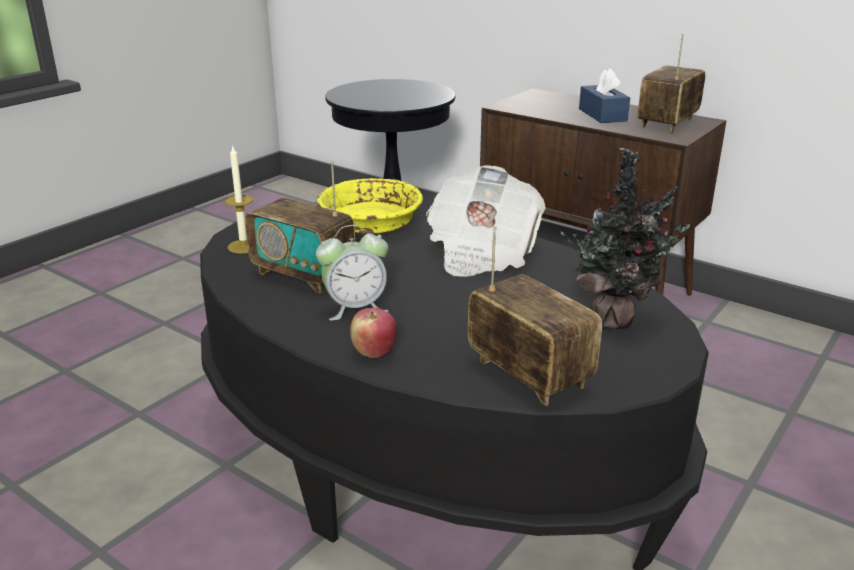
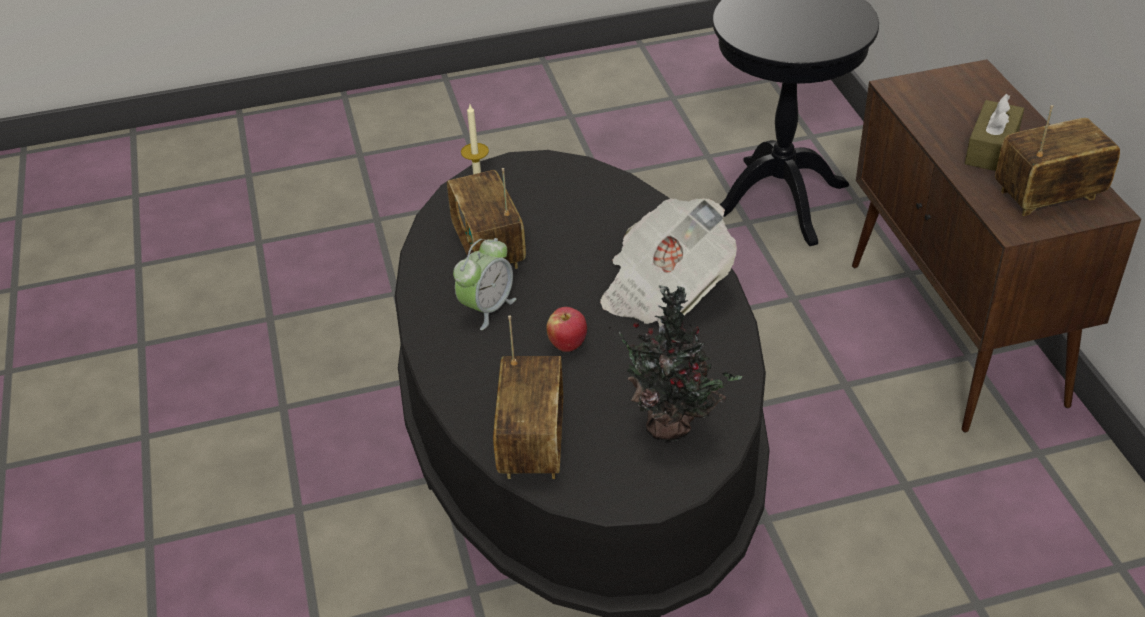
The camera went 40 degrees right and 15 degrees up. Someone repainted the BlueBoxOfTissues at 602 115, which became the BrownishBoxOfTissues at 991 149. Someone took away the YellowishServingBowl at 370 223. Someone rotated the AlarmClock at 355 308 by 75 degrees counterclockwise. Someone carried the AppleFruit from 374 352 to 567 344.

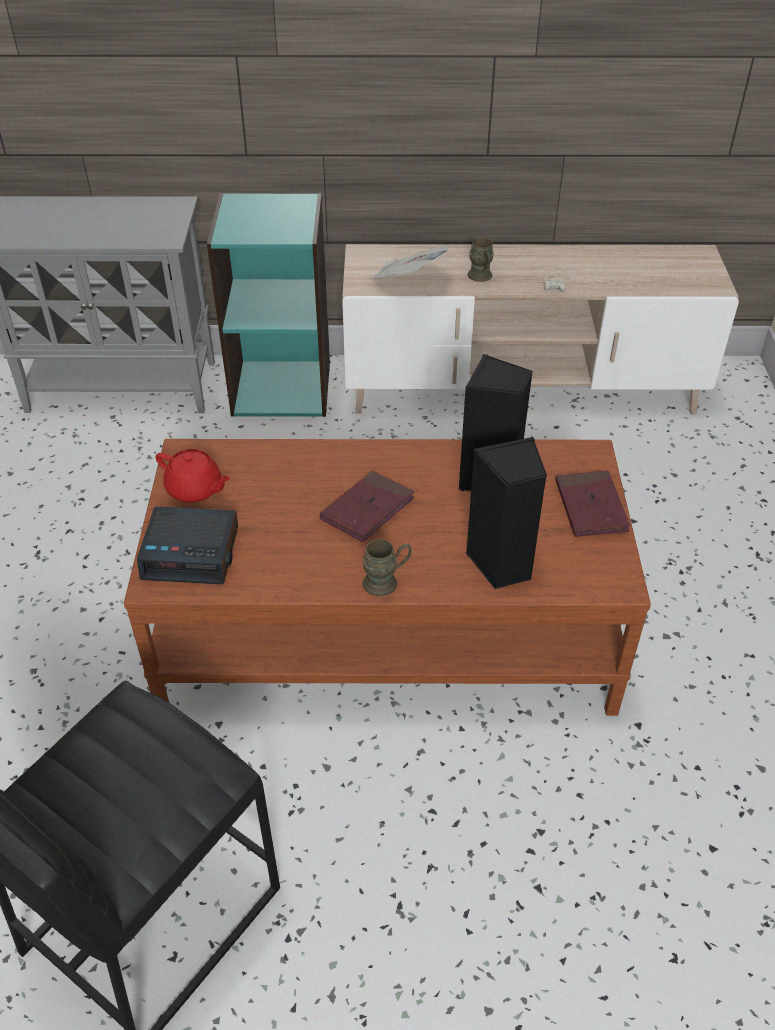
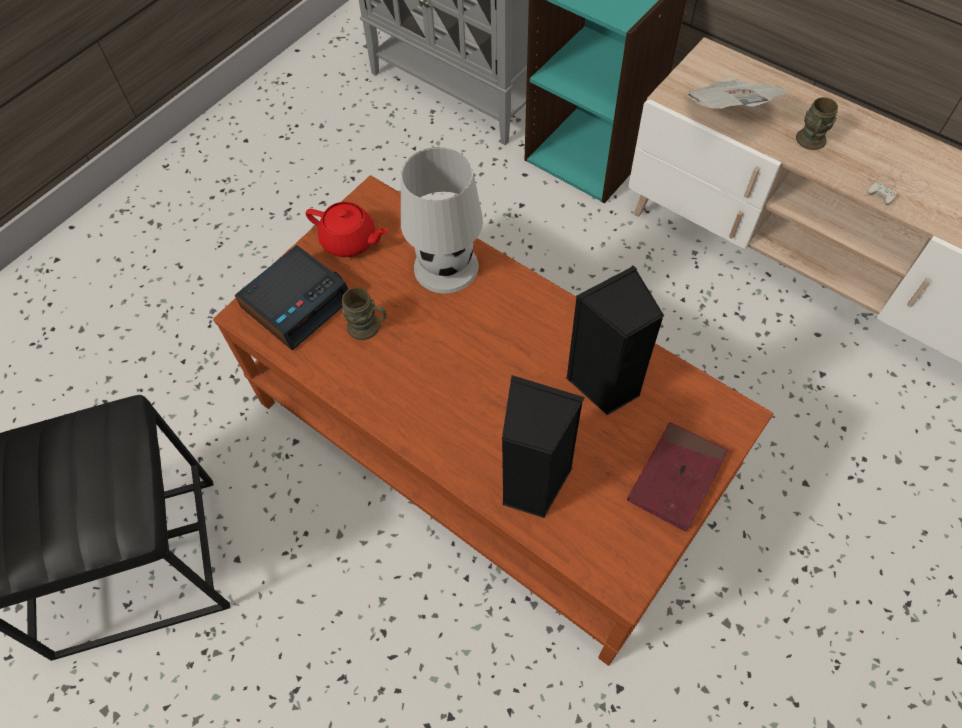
The camera went 40 degrees right and 15 degrees up. Someone rotated the RedPotForTea at 195 489 by 45 degrees counterclockwise. Someone took away the RedBoundBook at 367 509. Someone rotated the AlarmClock at 192 552 by 90 degrees counterclockwise. Someone carried the BrownishCoffeeMug from 386 582 to 369 328. Someone put down the WhitishTableLamp at 446 266.

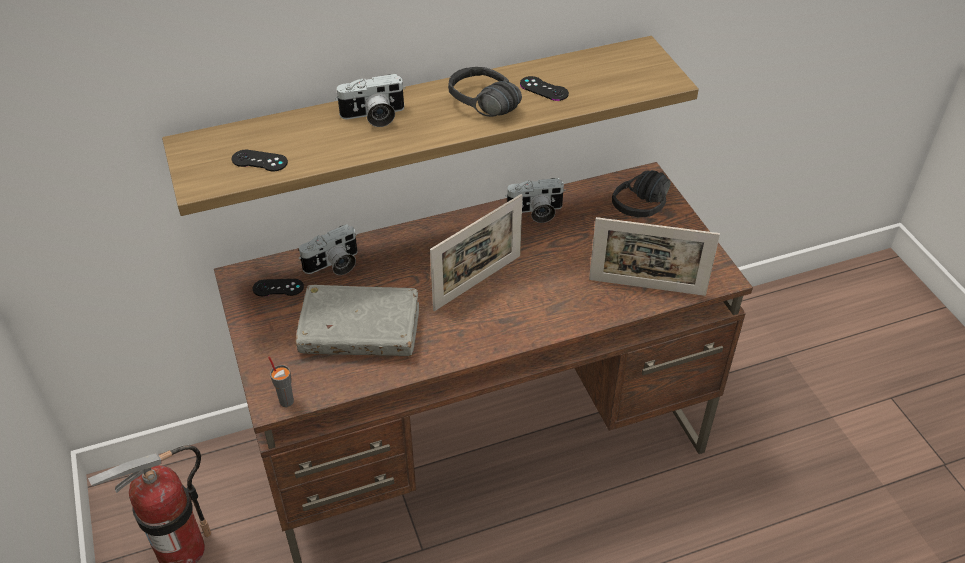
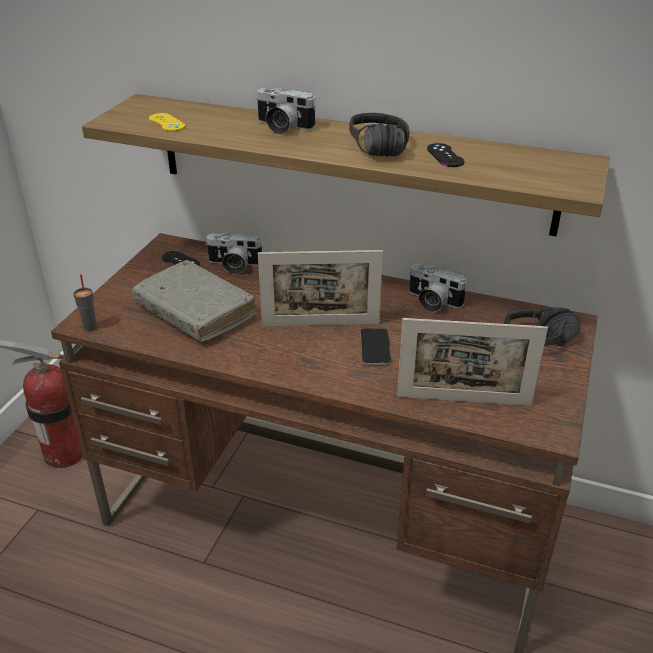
The camera went 40 degrees right and 10 degrees down. Someone repainted the BlackGameController at 259 161, which became the YellowishGameController at 166 122. Someone rotated the PictureFrame at 646 287 by 45 degrees counterclockwise. Someone put down the Phone at 375 347.

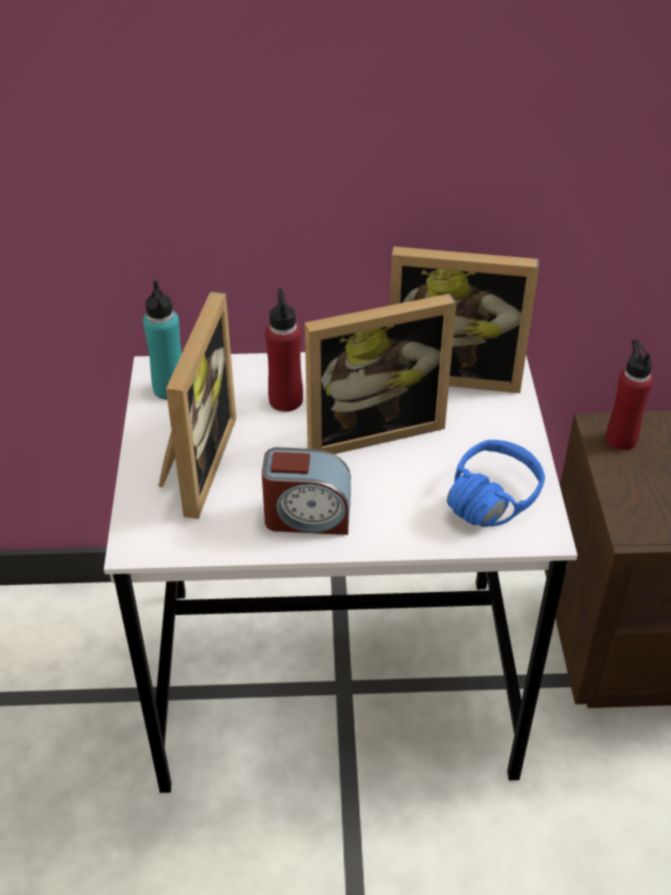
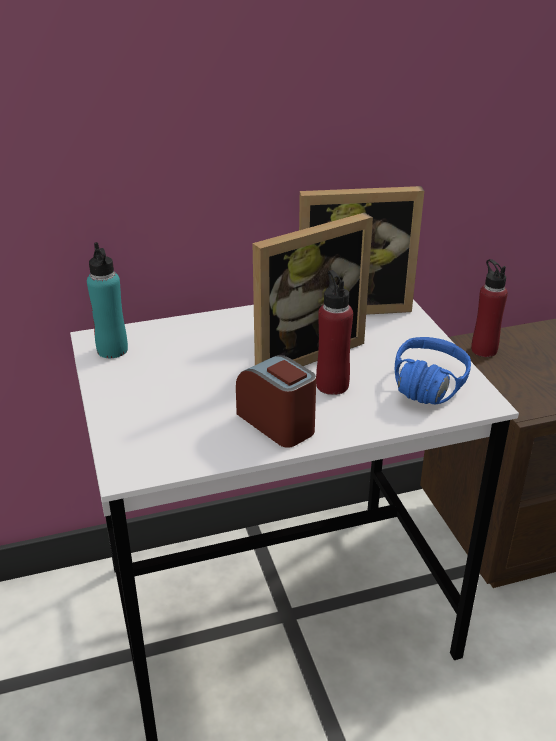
The camera went 15 degrees left and 10 degrees down. Someone carried the RedDrinkBottle from 286 400 to 332 385. Someone took away the PictureFrame at 194 463. Someone rotated the AlarmClock at 307 516 by 120 degrees counterclockwise.

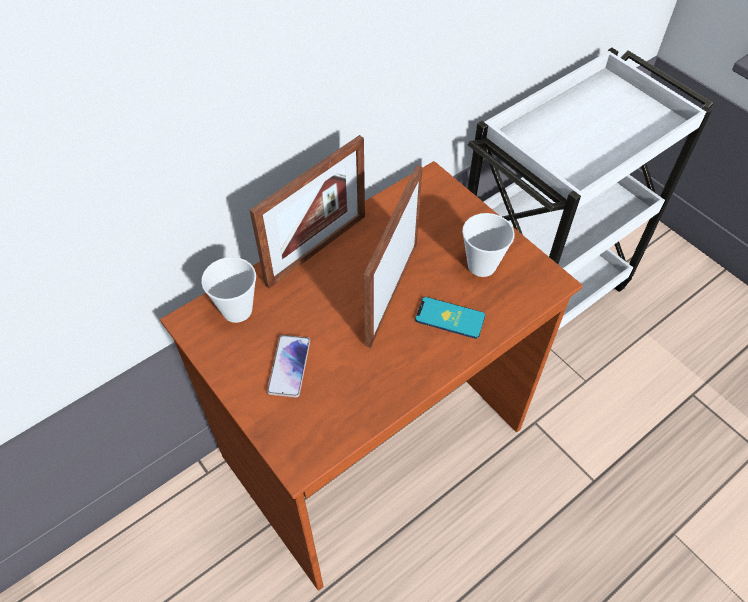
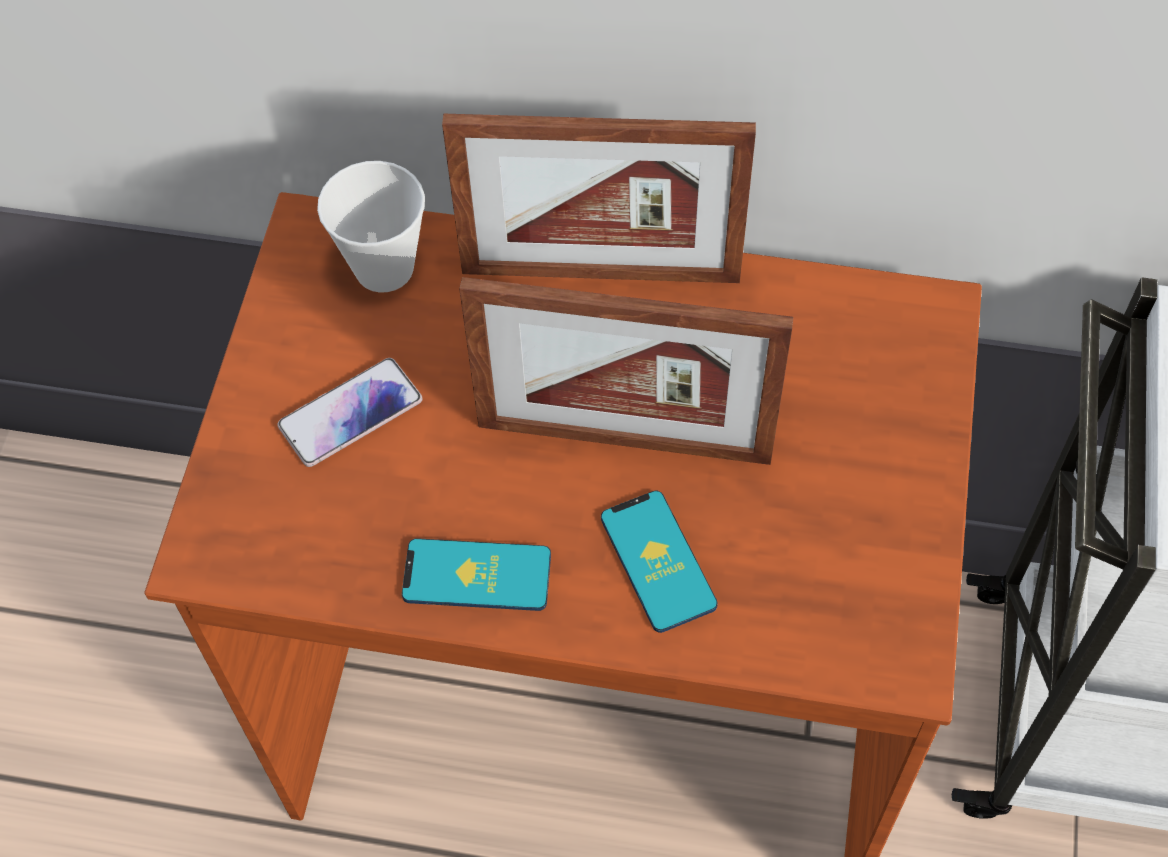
The camera went 50 degrees right and 5 degrees up. Someone rotated the PictureFrame at 392 292 by 150 degrees counterclockwise. Someone took away the Cup at 481 265. Someone put down the Phone at 477 575.

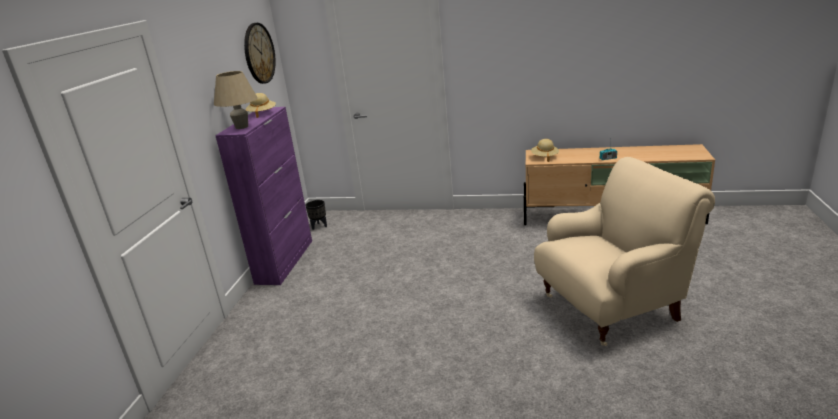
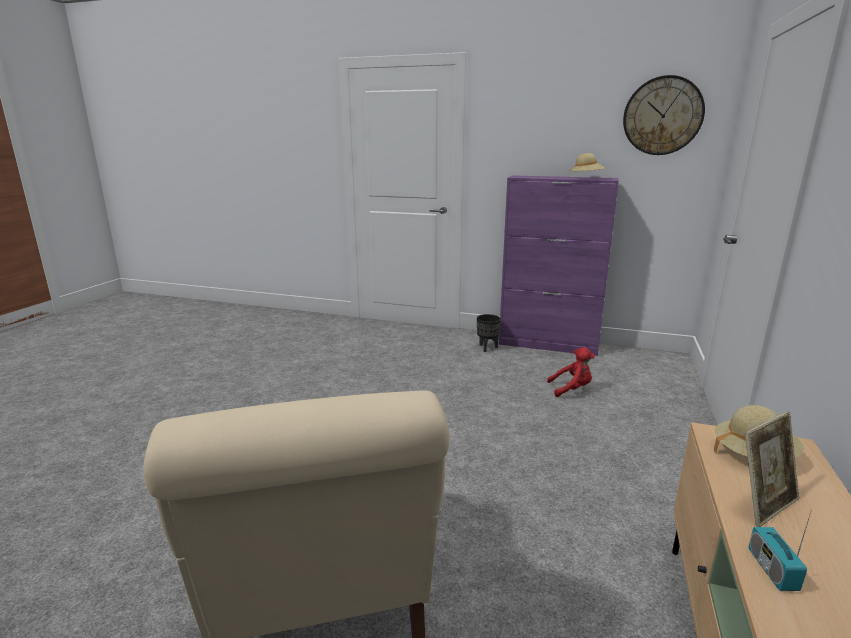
The camera went 95 degrees right and 5 degrees down. Someone took away the BeigeTableLamp at 242 127. Someone carried the BlackPlanter from 319 226 to 487 348. Someone put down the RedSoftToy at 571 389. Someone put down the PictureFrame at 763 504.

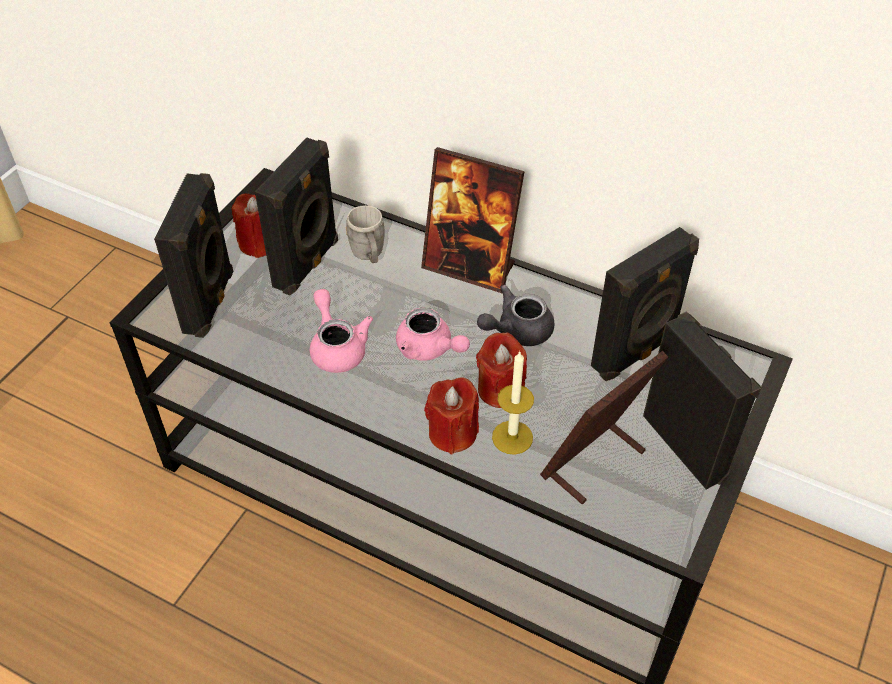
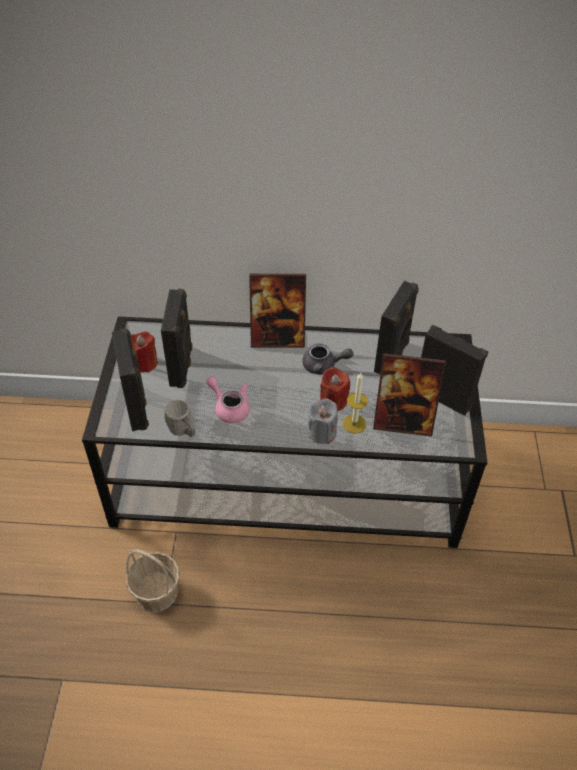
The camera went 25 degrees left and 0 degrees up. Someone carried the GreyCoffeeMug from 369 255 to 183 431. Someone rotated the GreyPotForTea at 517 331 by 120 degrees counterclockwise. Someone took away the PinkColouredPotForTea at 429 349. Someone rotated the PictureFrame at 594 462 by 105 degrees counterclockwise. Someone repainted the RedCandle at 452 433, which became the GreyCandle at 322 432. Someone put down the Basket at 156 591.

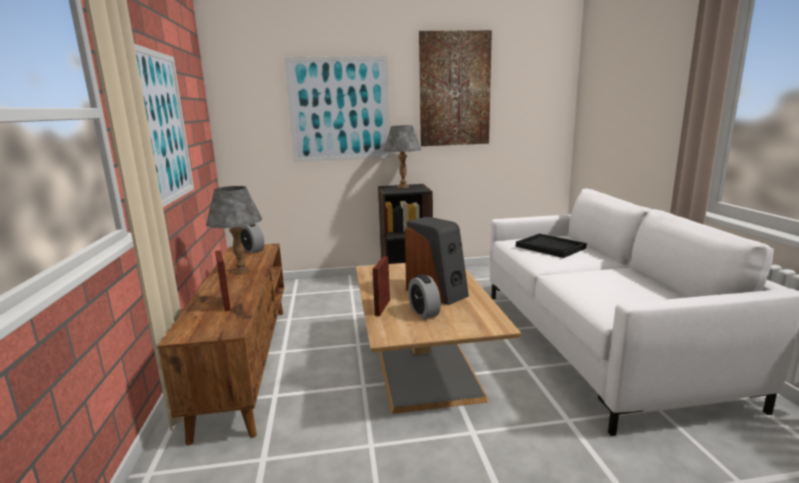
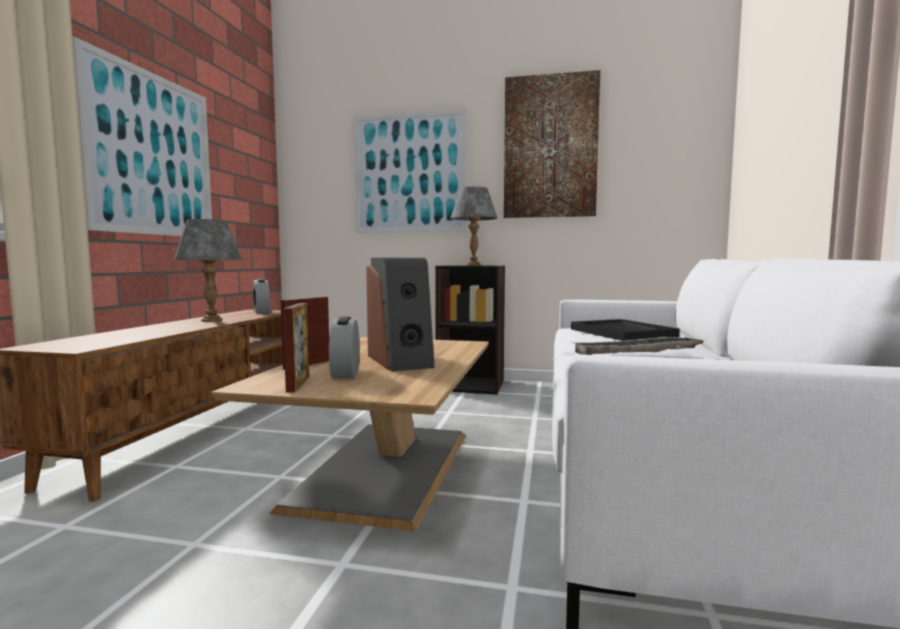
The camera went 20 degrees right and 10 degrees down. Someone carried the PictureFrame from 226 303 to 298 384. Someone put down the Tray at 637 352.

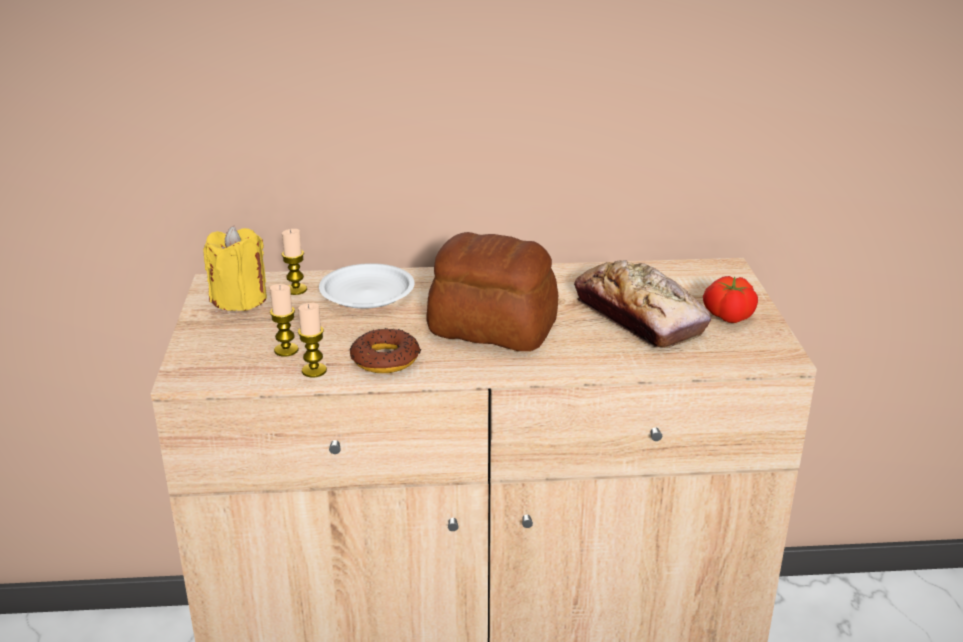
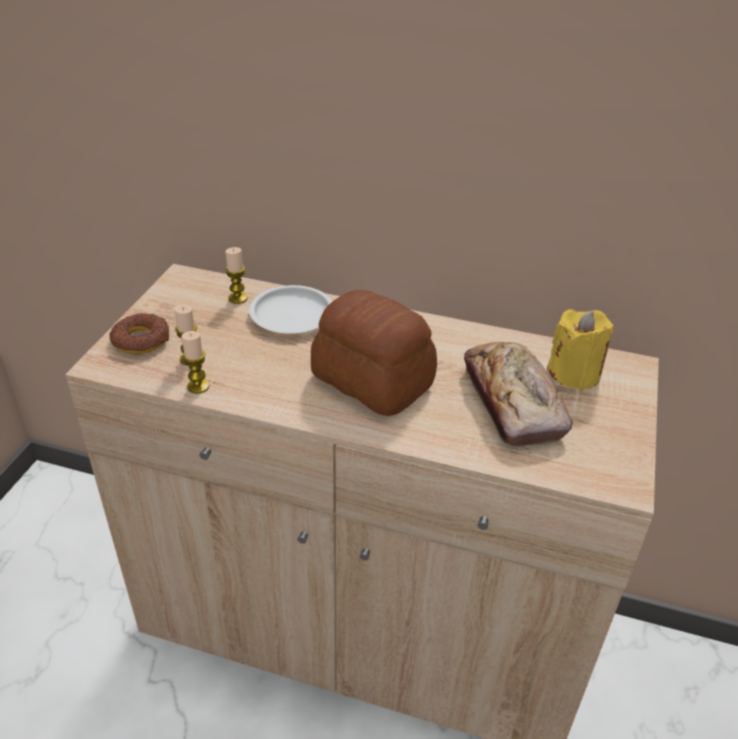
The camera went 20 degrees right and 10 degrees up. Someone carried the YellowishCandle from 240 299 to 574 373. Someone took away the Tomato at 728 315. Someone carried the Donut from 385 359 to 141 340.

